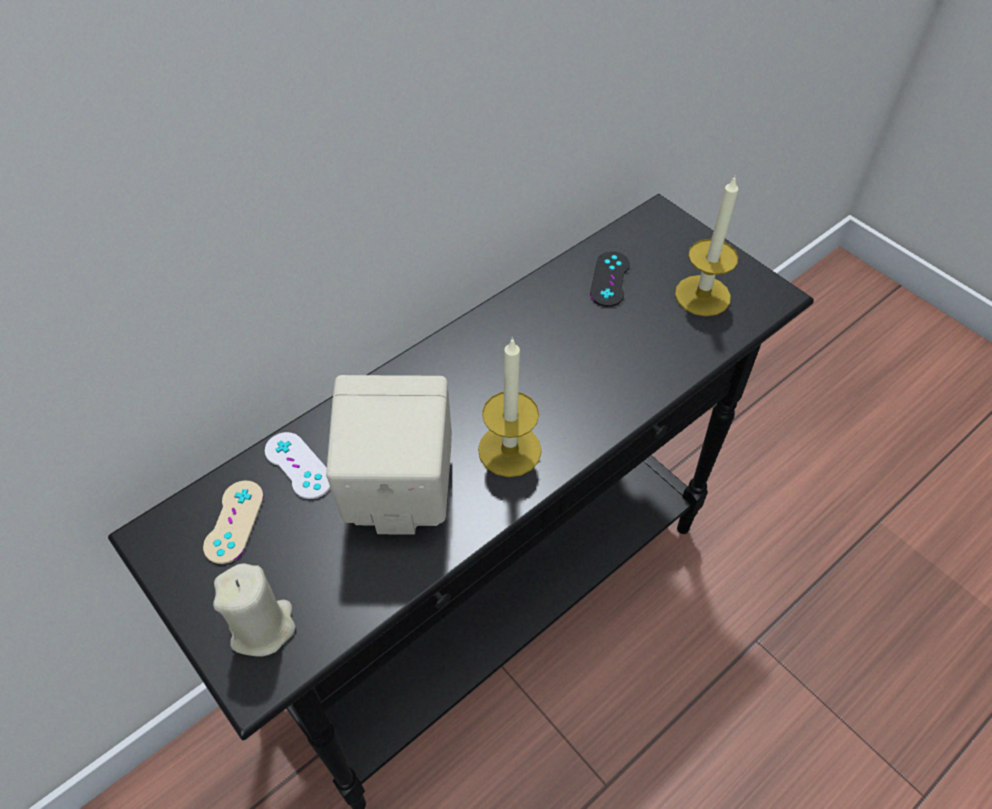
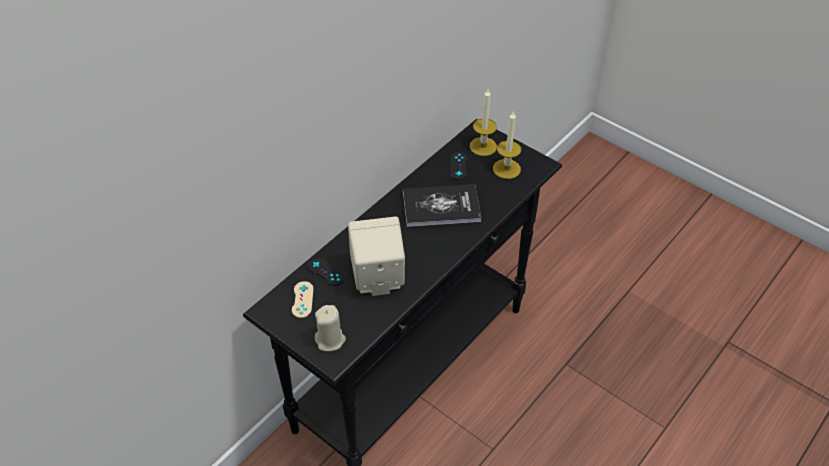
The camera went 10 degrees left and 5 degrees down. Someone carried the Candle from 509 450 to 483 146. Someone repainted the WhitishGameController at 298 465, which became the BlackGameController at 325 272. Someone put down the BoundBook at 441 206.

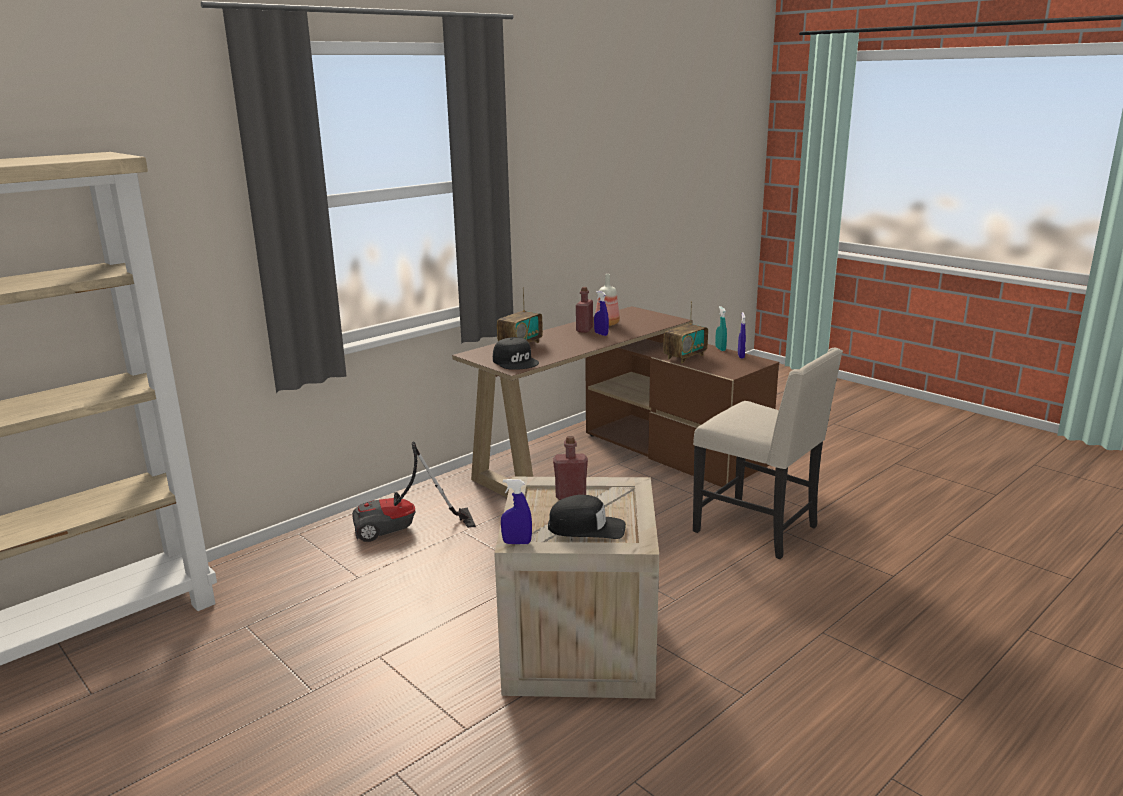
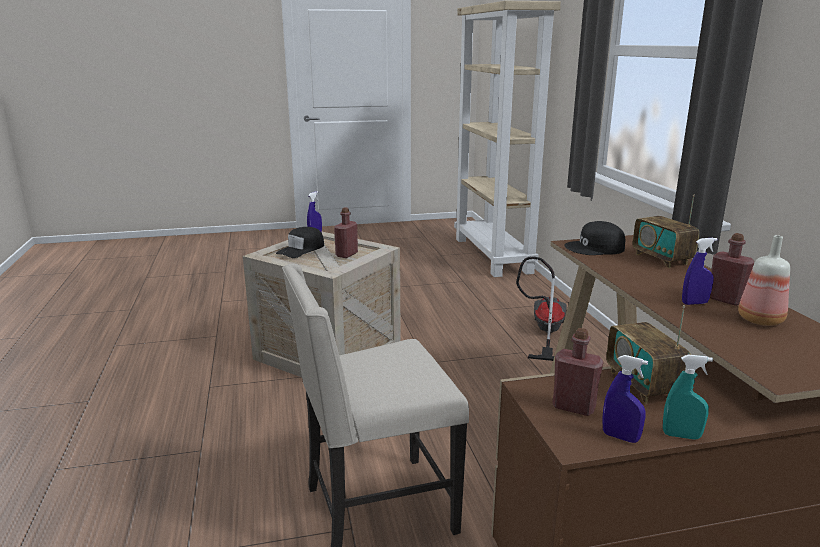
The camera went 120 degrees right and 0 degrees up. Someone put down the RedDrinkBottle at 573 407.

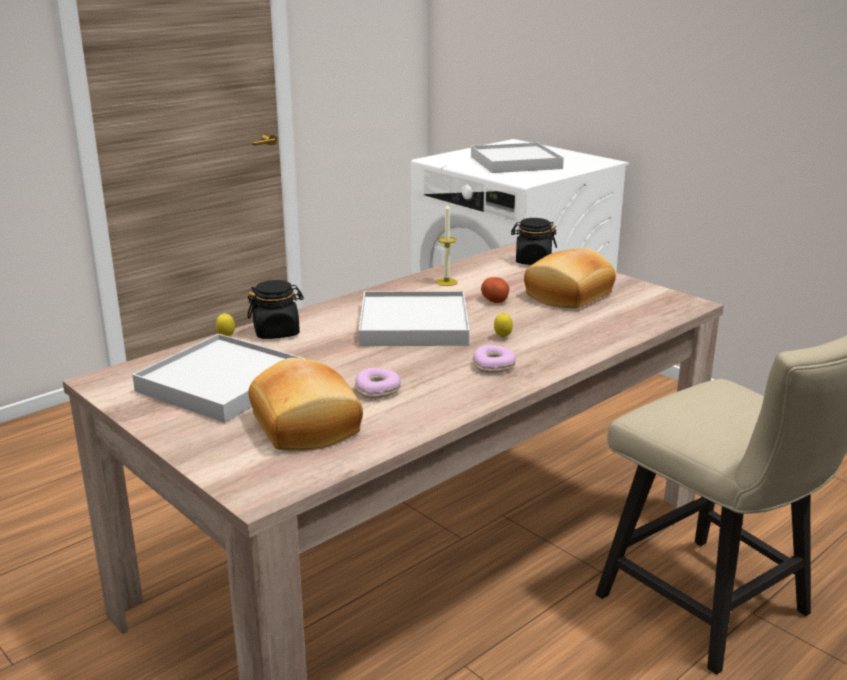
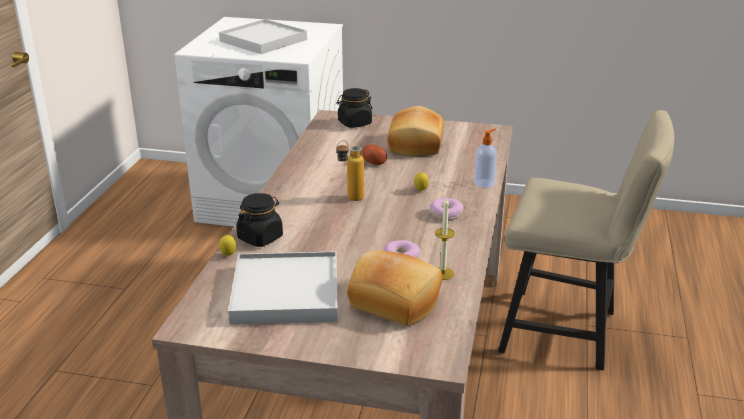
The camera went 35 degrees left and 5 degrees up. Someone carried the Candle from 446 282 to 442 273. Someone swapped the WhitishTray at 414 325 for the DrinkBottle at 350 199. Someone put down the SoapDispenser at 484 183.

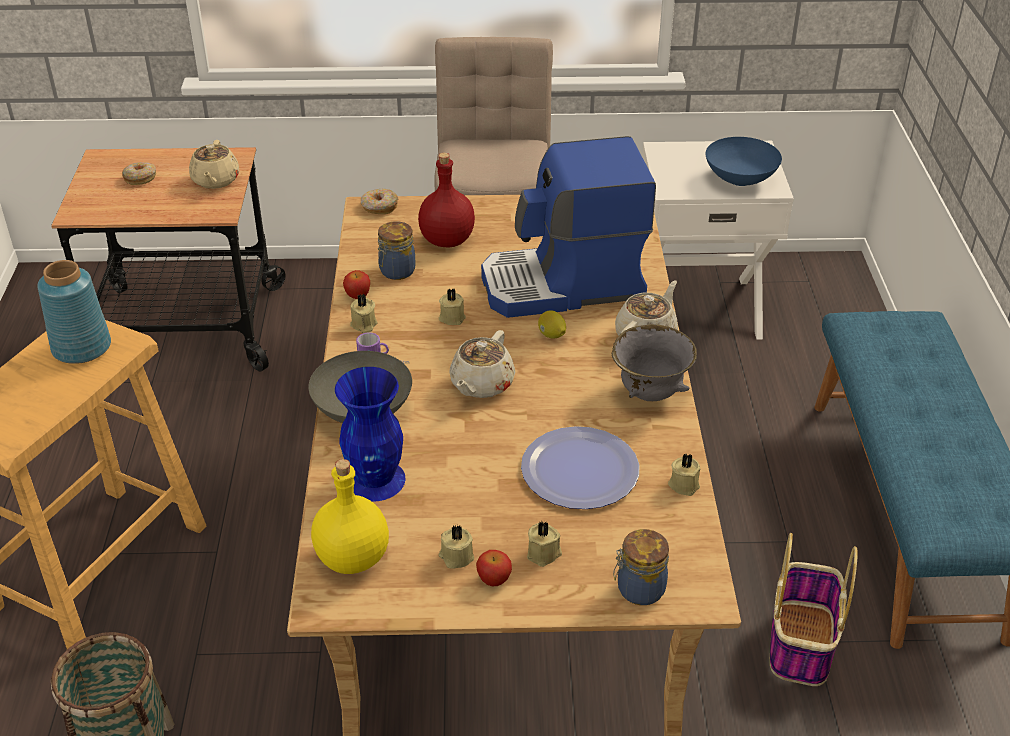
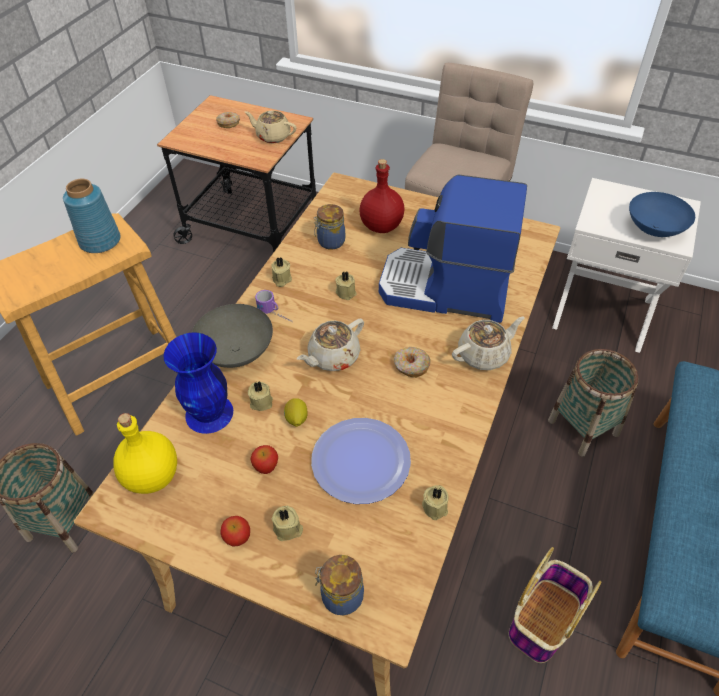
The camera went 25 degrees right and 10 degrees up. Someone rotated the BeigePotForTea at 215 181 by 90 degrees clockwise. Someone carried the Donut from 379 207 to 411 366. Someone carried the AppleFruit from 357 295 to 266 466. Someone carried the WholeLemon from 552 335 to 296 419. Someone took away the GreyServingBowl at 649 393. Someone carried the BeigeCandle from 456 557 to 260 401. Someone put down the Basket at 583 427.

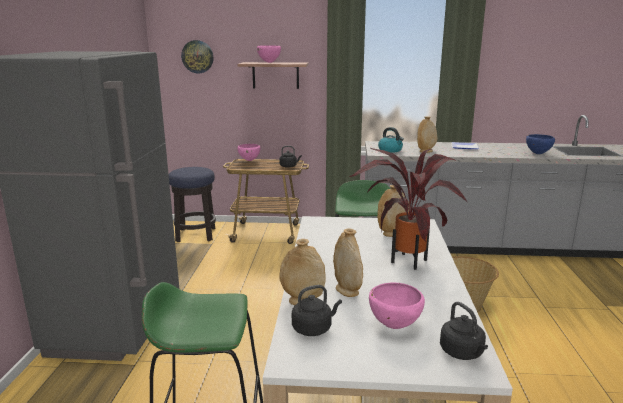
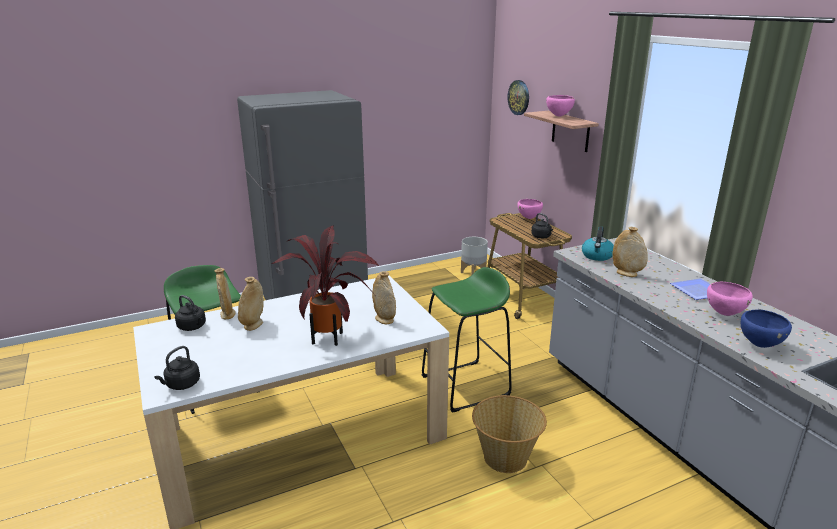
The camera went 60 degrees right and 5 degrees up. Someone swapped the StoolSeat at 196 235 for the GreyPlanter at 473 273. Someone carried the PinkColouredServingBowl from 394 326 to 724 314.

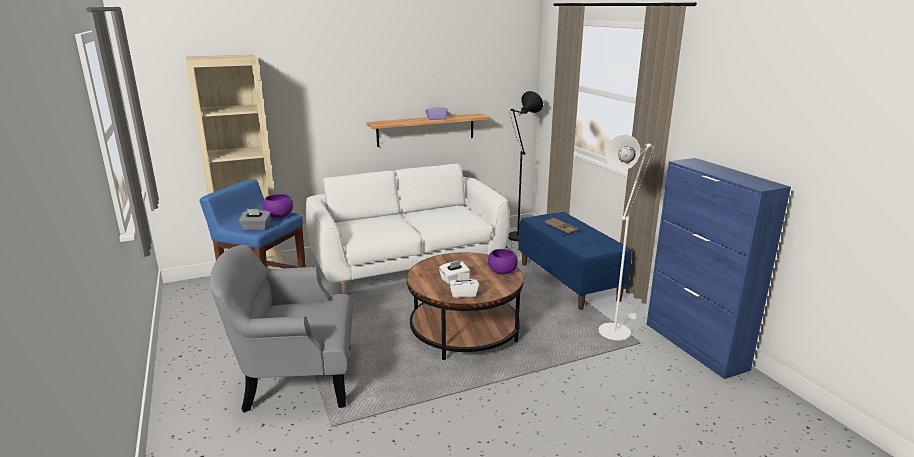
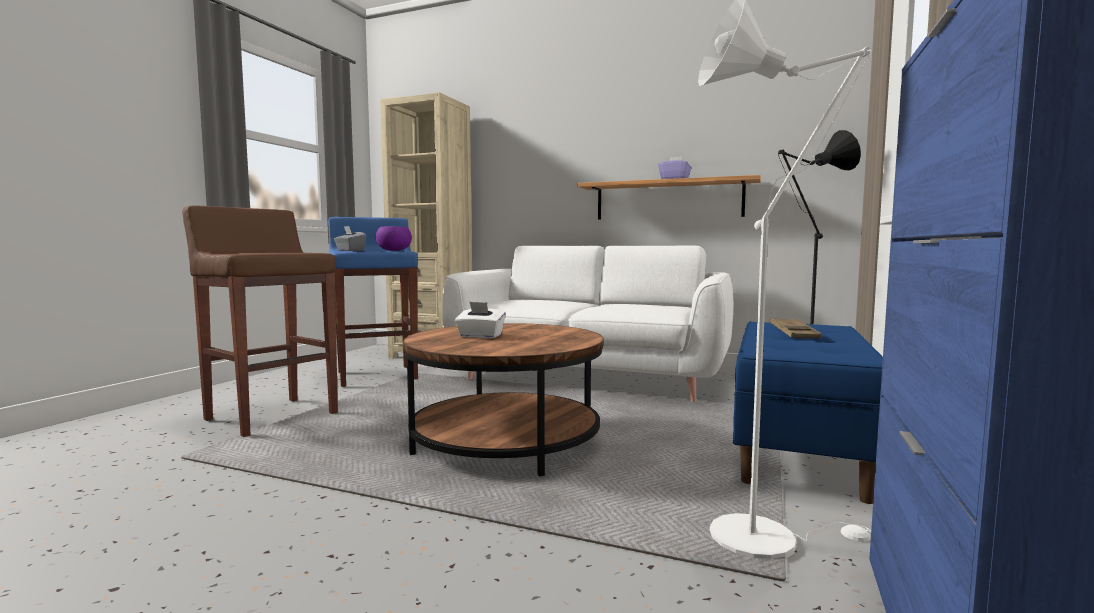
The camera went 45 degrees right and 15 degrees down. Someone swapped the GreyArmchair at 296 379 for the BrownishStoolSeat at 271 416. Someone took away the PurplishServingBowl at 502 271. Someone took away the WhitishBoxOfTissues at 463 294.

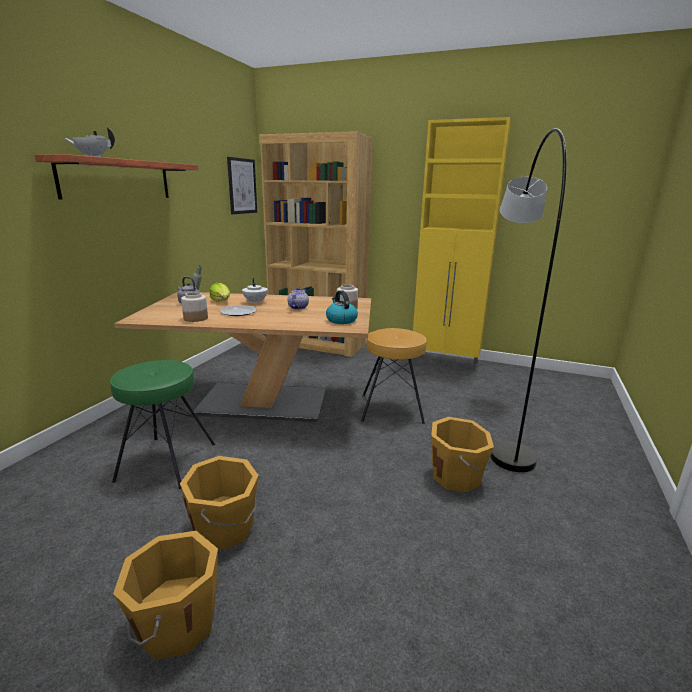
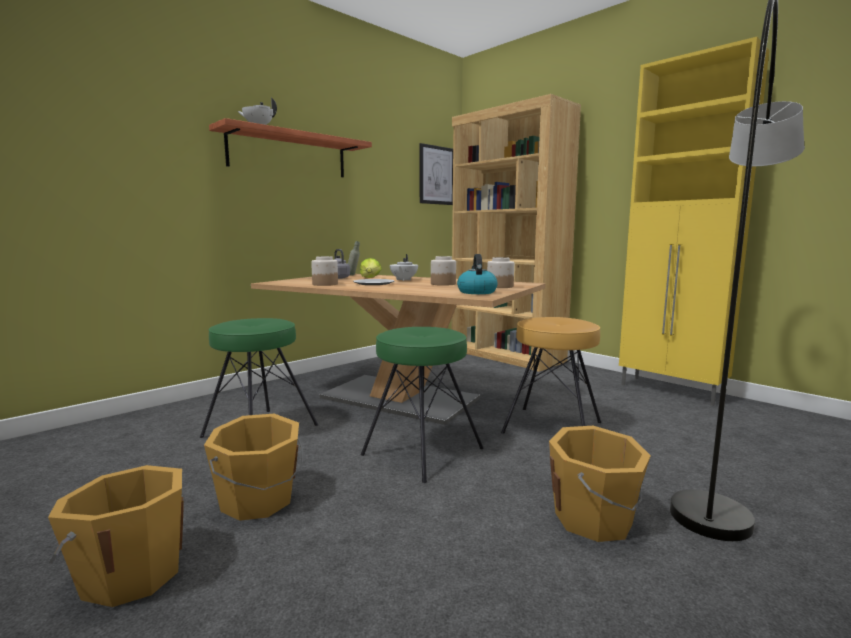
The camera went 25 degrees right and 10 degrees down. Someone swapped the PotForTea at 298 307 for the PreserveJar at 442 284. Someone put down the GreenColouredStoolSeat at 422 451.

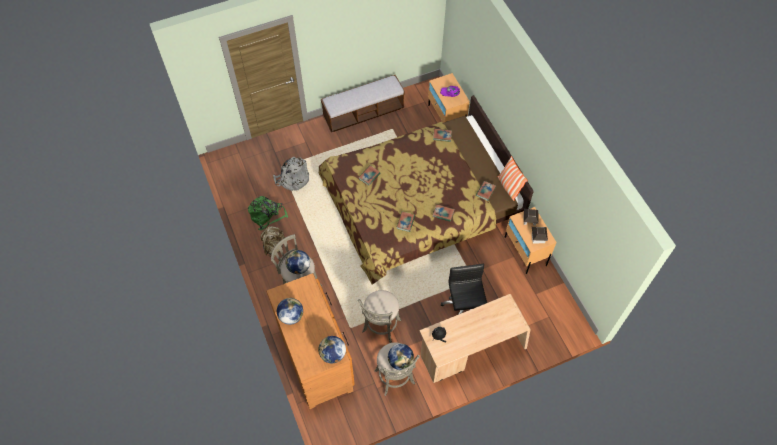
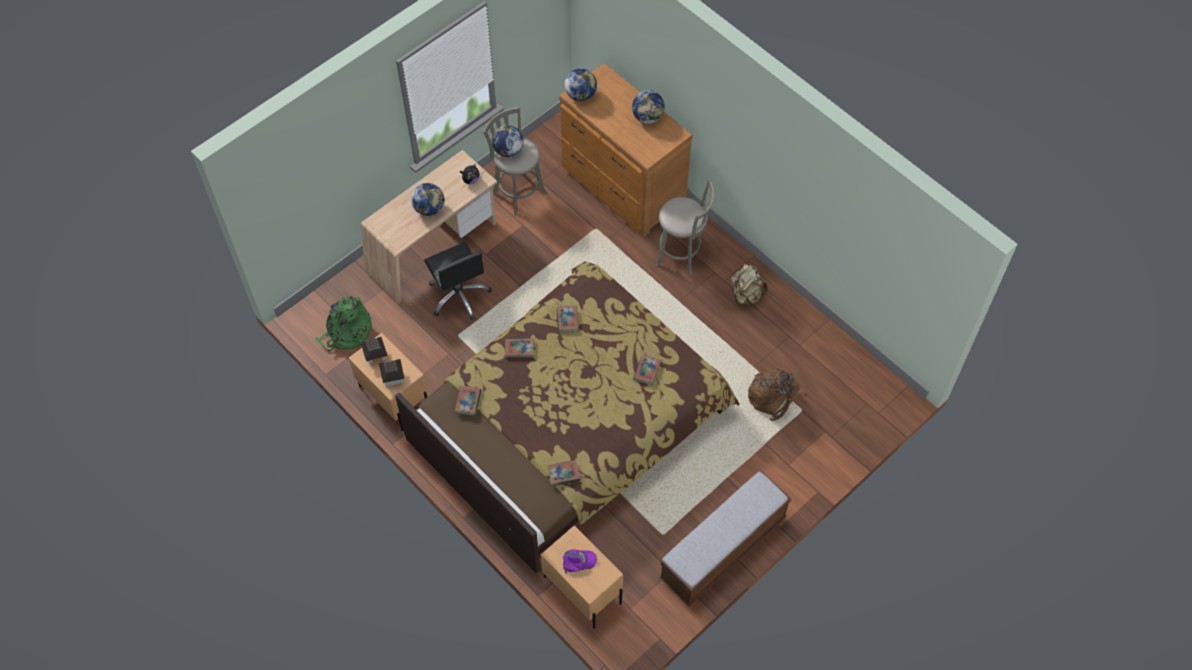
The camera went 160 degrees right and 0 degrees up. Someone took away the Pillow at 509 187. Someone repainted the GreyRucksack at 293 179, which became the BrownishRucksack at 773 396. Someone carried the GreenColouredRucksack from 267 215 to 347 332. Someone carried the WorldGlobe from 298 267 to 429 208. Someone took away the GreyStoolSeat at 381 327.

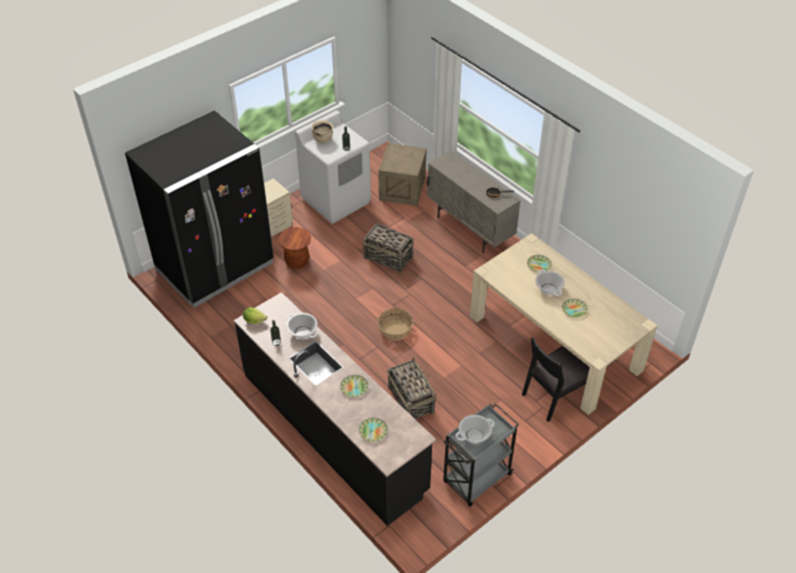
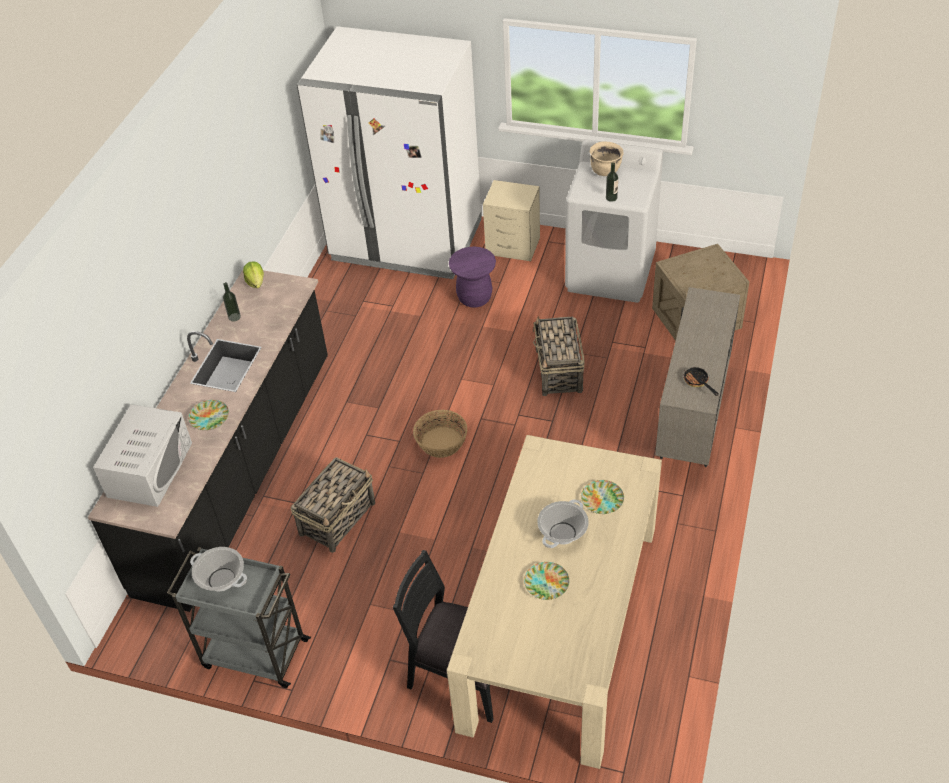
The camera went 60 degrees right and 0 degrees up. Someone repainted the BlackRefrigerator at 215 267, which became the WhitishRefrigerator at 406 241. Someone repainted the BrownishStoolSeat at 297 262, which became the PurplishStoolSeat at 474 298. Someone took away the Stockpot at 302 332. Someone swapped the FlatDish at 373 431 for the WhitishMicrowave at 150 469.

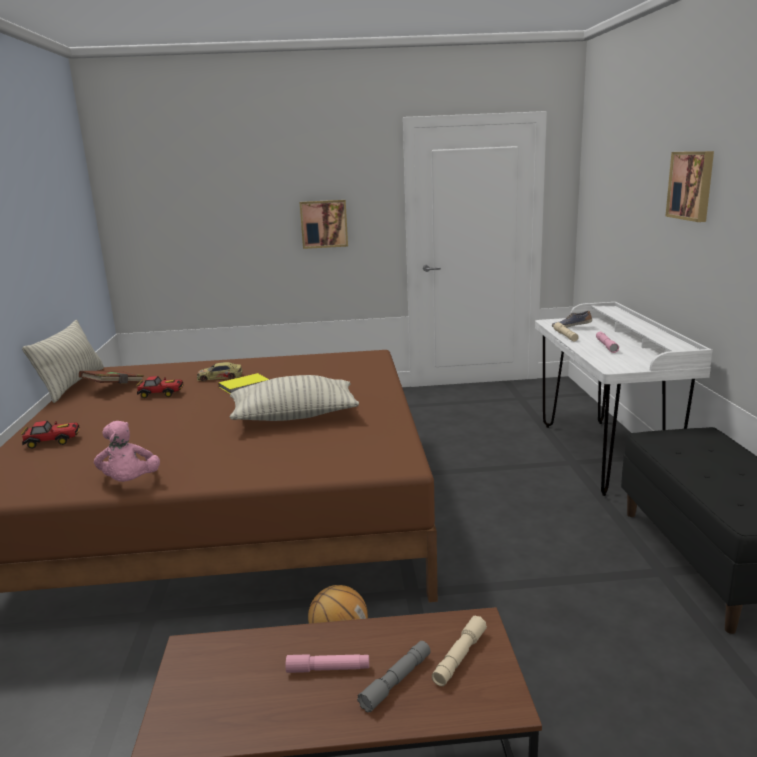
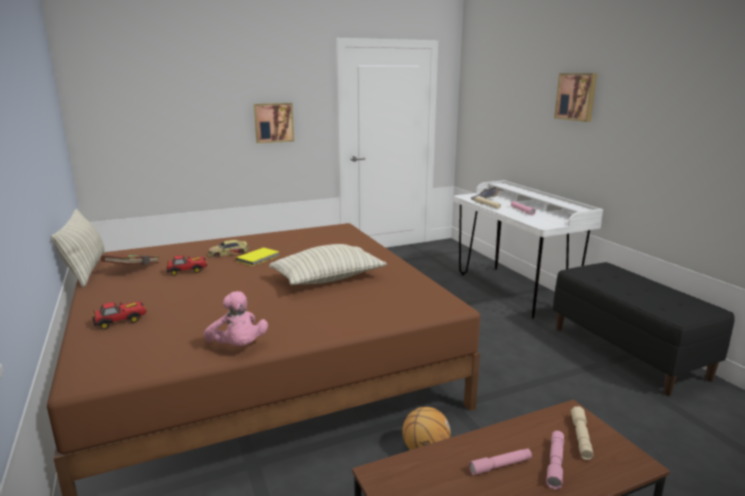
The camera went 20 degrees left and 0 degrees up. Someone repainted the GreyFlashlight at 396 681, which became the PinkColouredFlashlight at 555 463.

